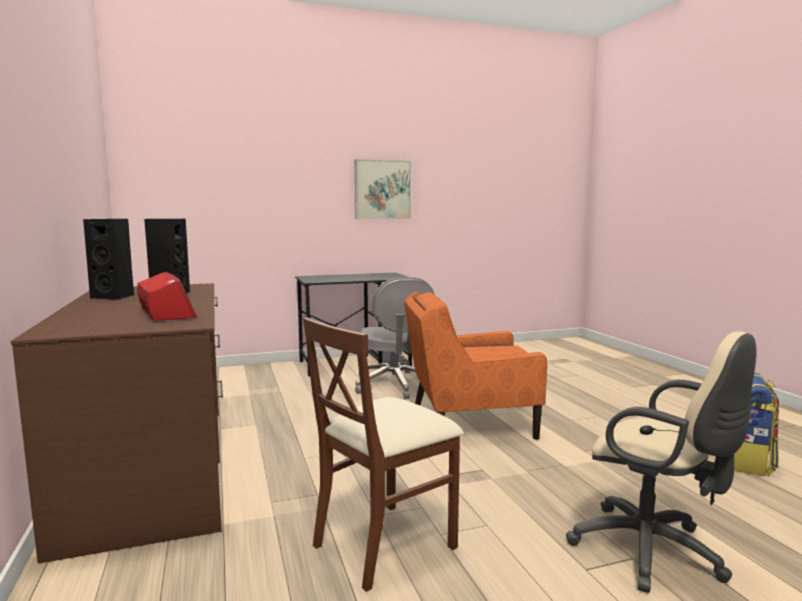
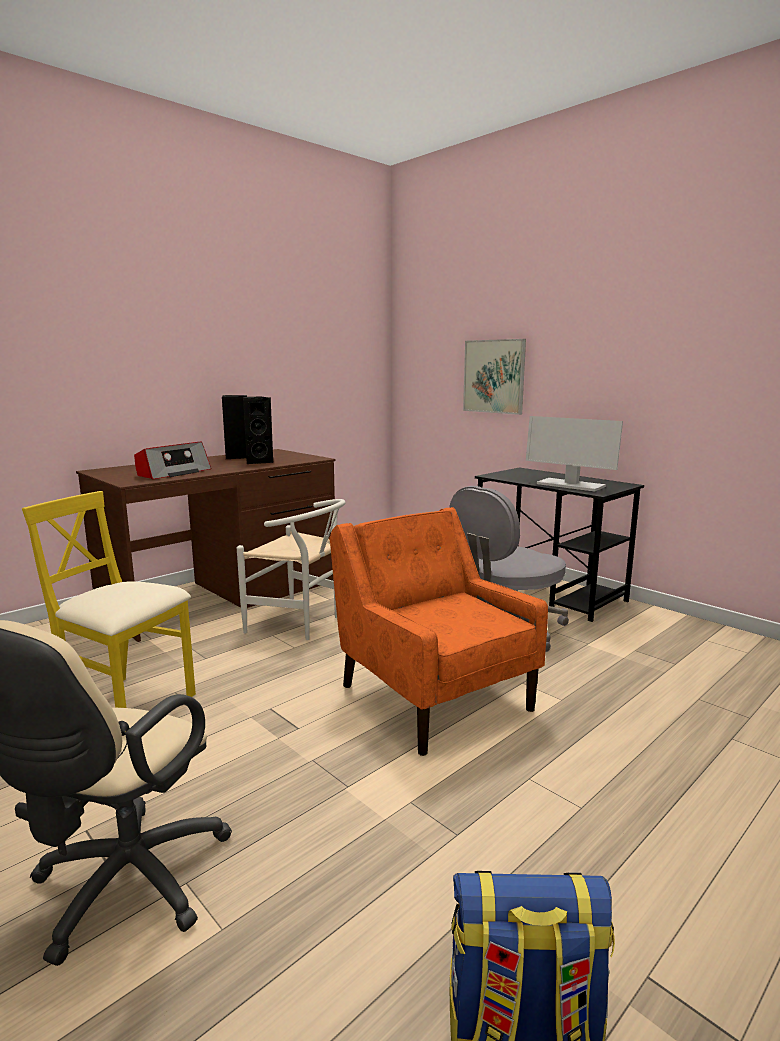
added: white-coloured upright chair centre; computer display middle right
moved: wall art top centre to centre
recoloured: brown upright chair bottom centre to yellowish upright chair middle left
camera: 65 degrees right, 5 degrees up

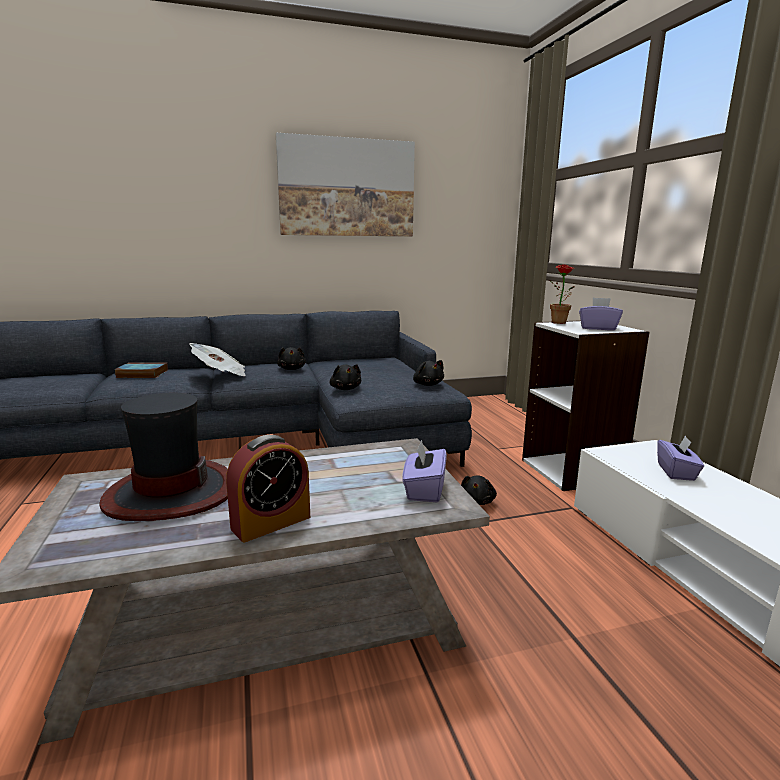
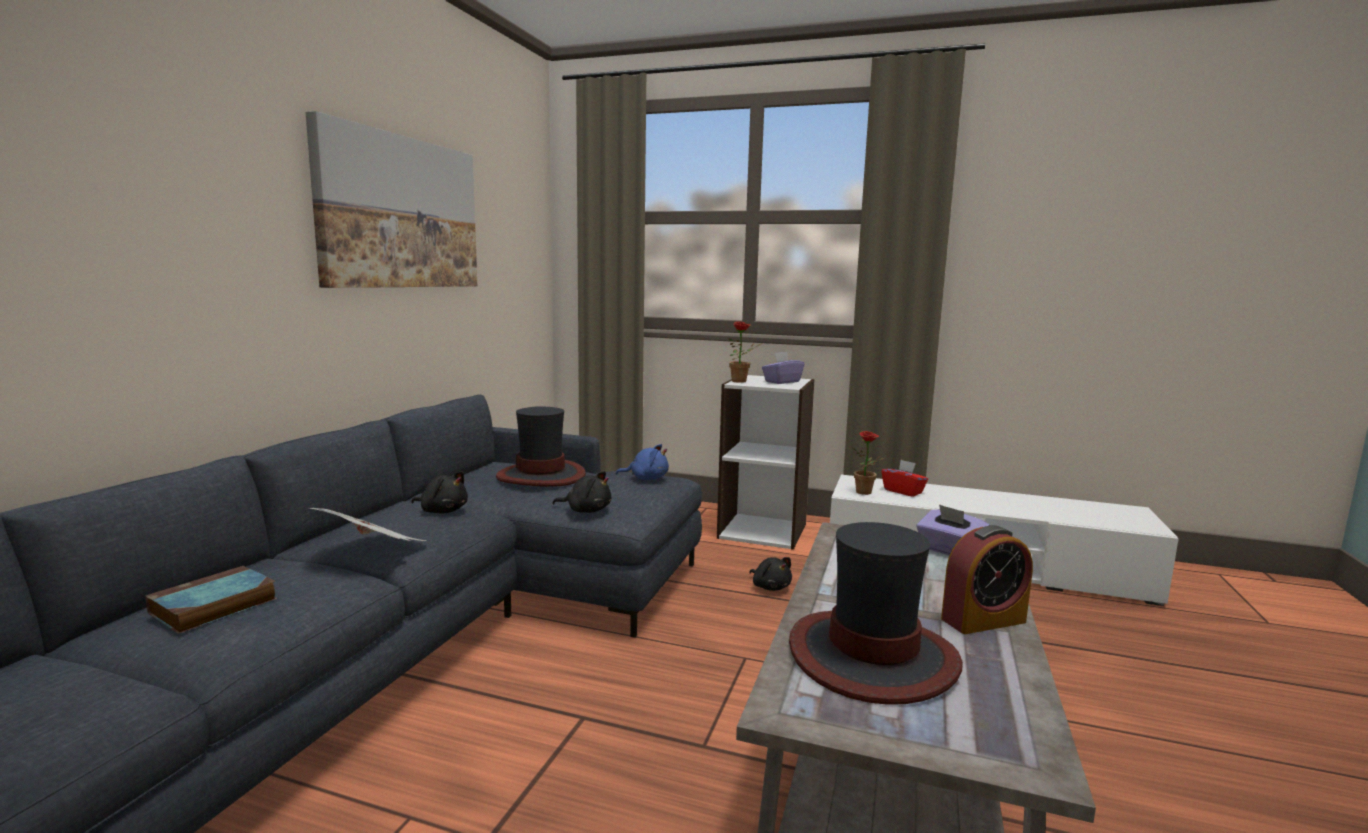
added: wearable hat (1st from left) centre; houseplant (2nd from left) centre
recoloured: blackish cuddly toy (3rd from left) centre to bluish cuddly toy centre; purplish tissue holder (3rd from left) middle right to reddish tissue holder centre
turned: alarm clock centre = bottom right 75 degrees clockwise
camera: 55 degrees left, 5 degrees down

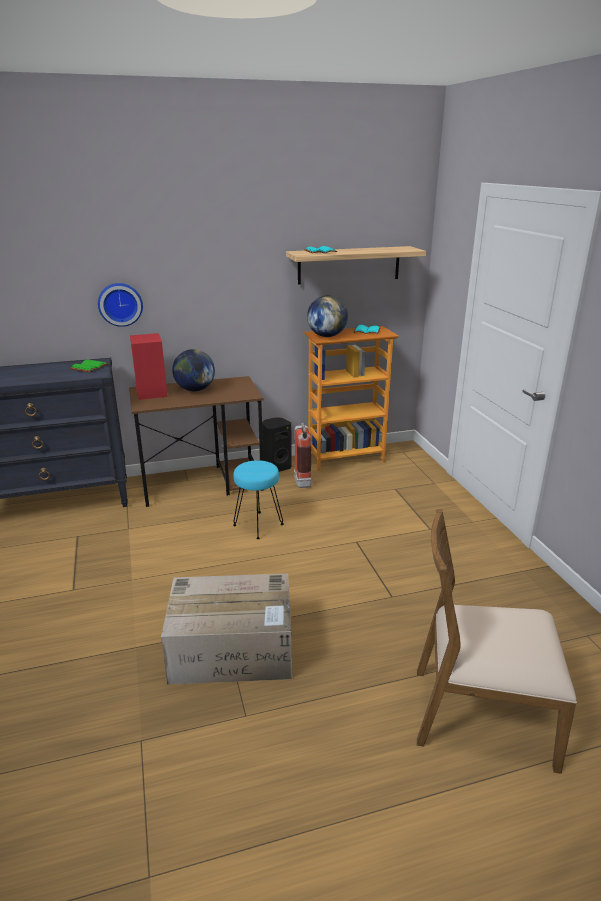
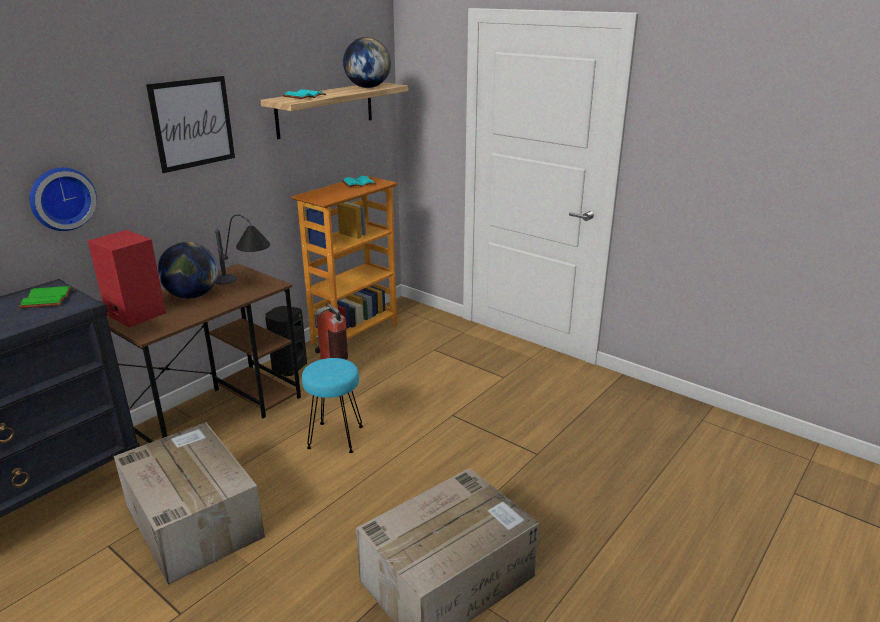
removed: brown upright chair bottom right
added: packing box (1st from left) bottom left; wall art top left; tabletop lamp middle left
moved: desk globe (2nd from left) centre to top centre
camera: 35 degrees left, 0 degrees up

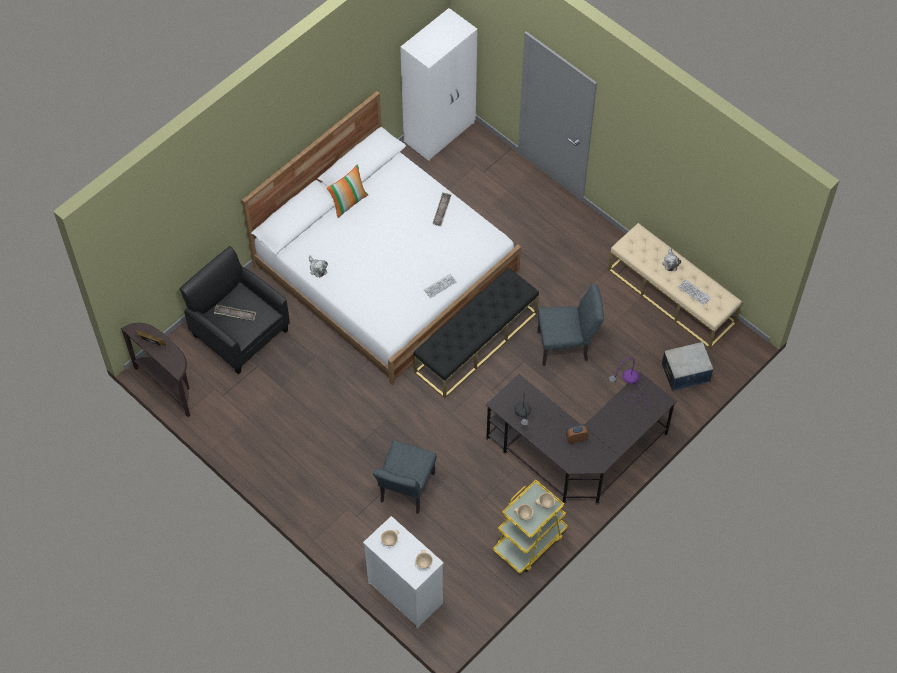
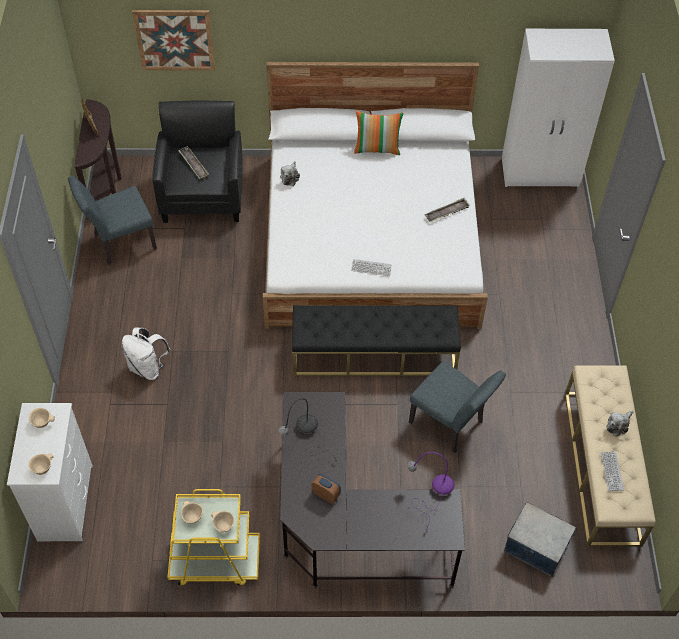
added: white-coloured rucksack middle left; wall art top left
moved: gray upright chair (1st from left) bottom centre to middle left
camera: 45 degrees right, 5 degrees down

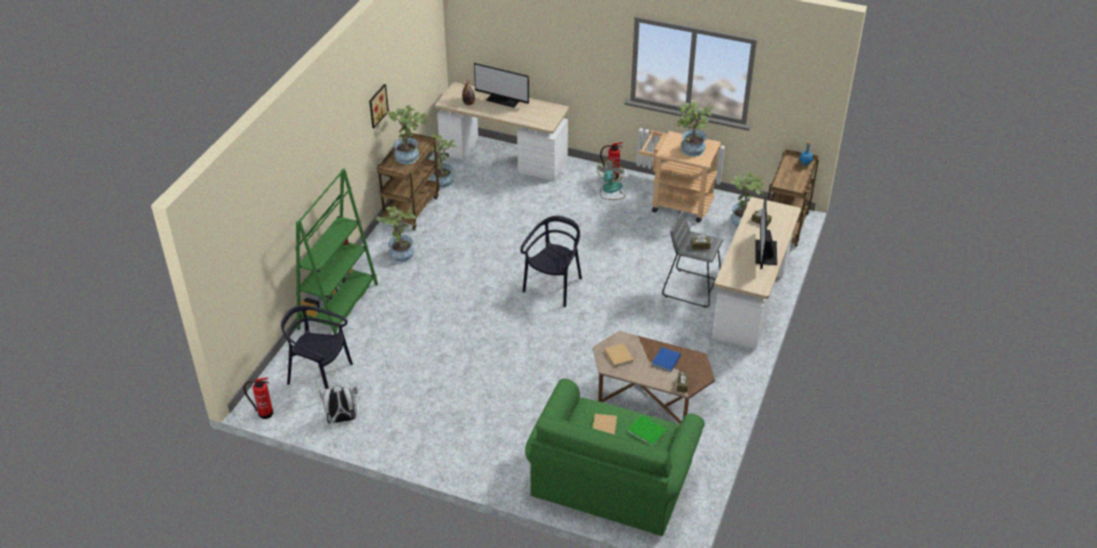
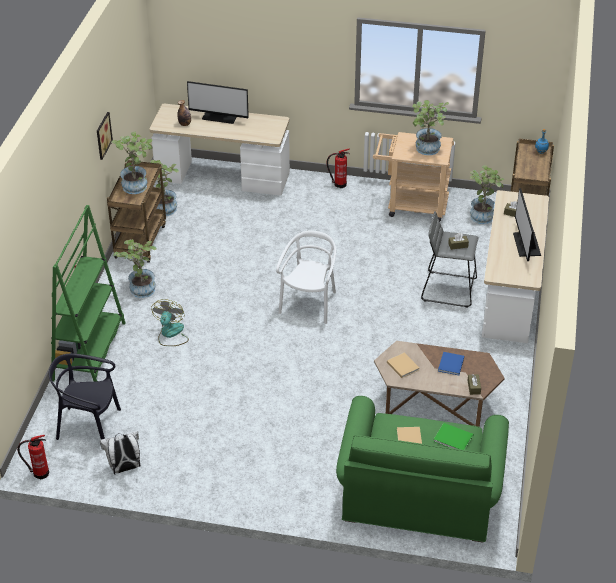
moved: cooling fan top centre to middle left
recoloured: blackish upright chair (2nd from left) centre to white-coloured upright chair centre
camera: 10 degrees left, 0 degrees up

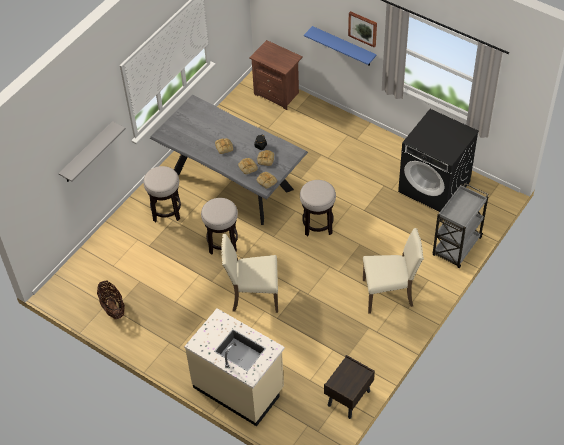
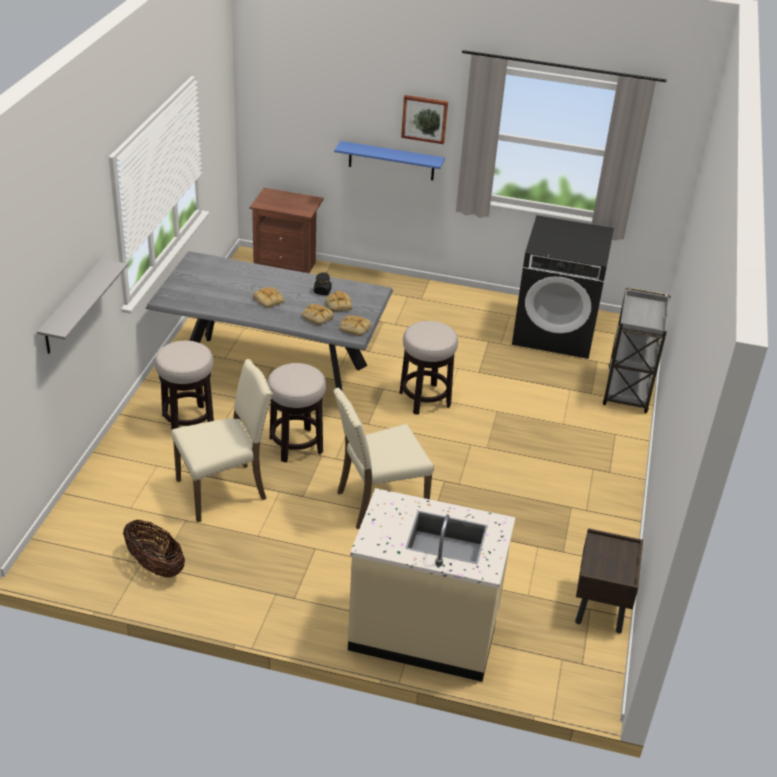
moved: beige-coloured upright chair (2nd from left in the first image) middle right to beige-coloured upright chair (1st from left) middle left
camera: 25 degrees left, 15 degrees down

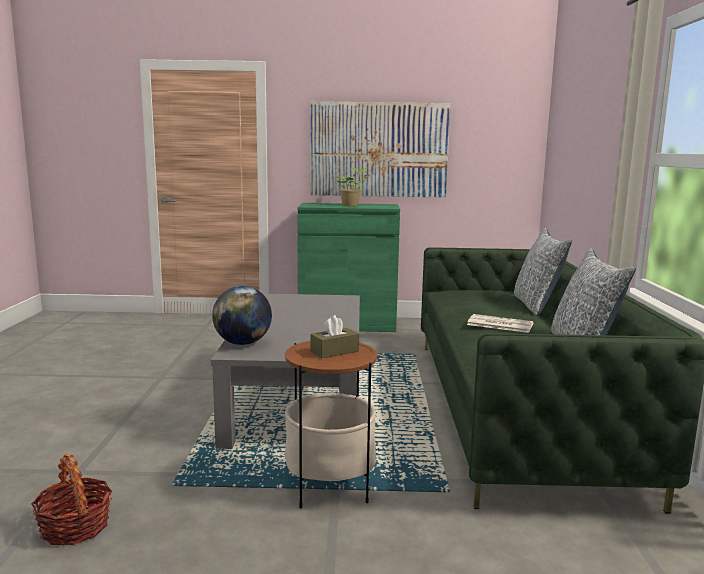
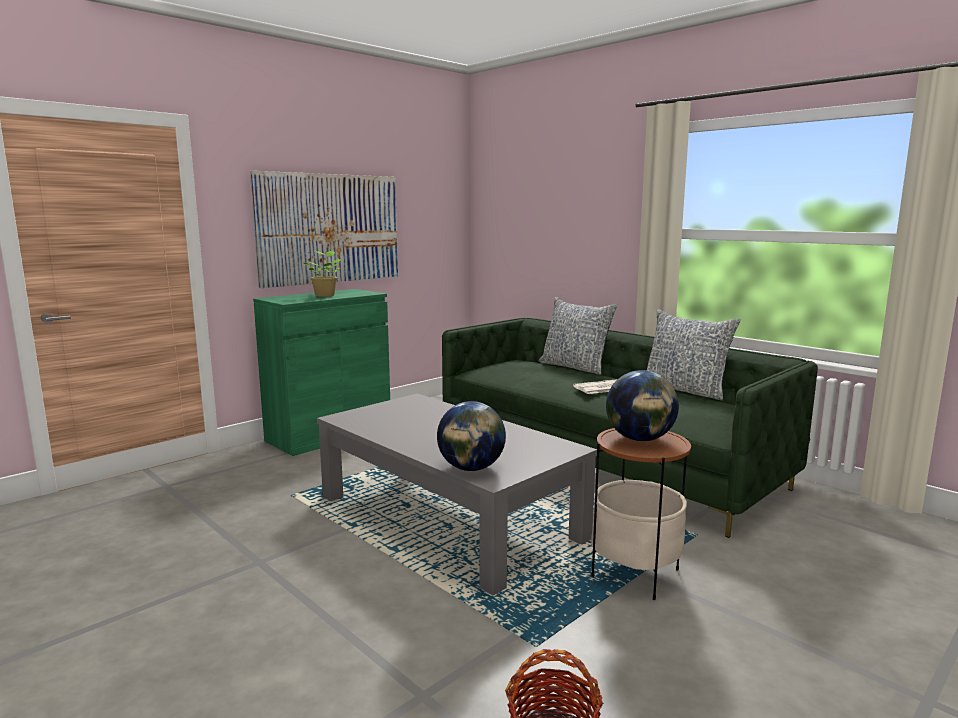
replaced: brown tissue holder centre to desk globe (2nd from left) middle right
camera: 45 degrees left, 0 degrees up

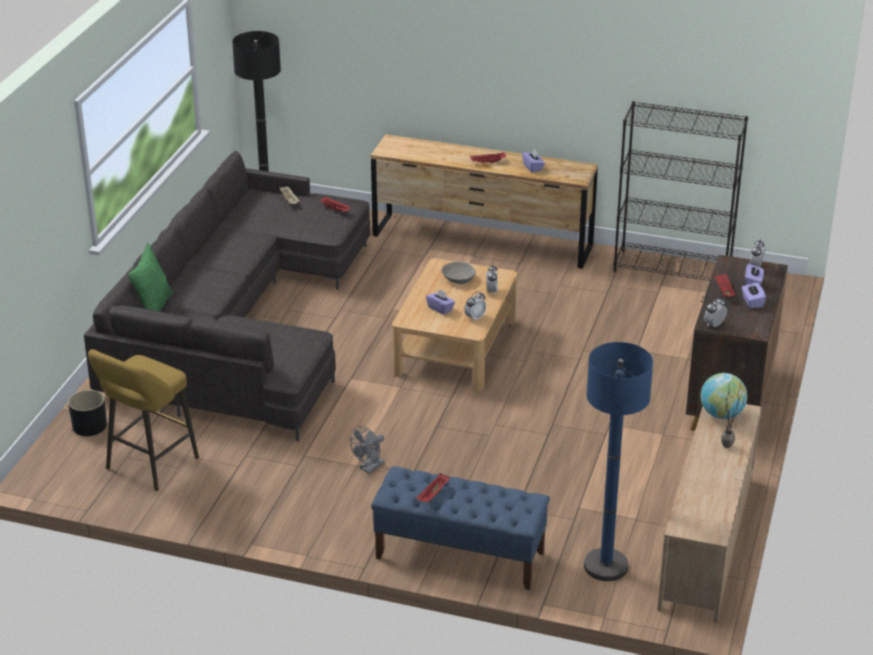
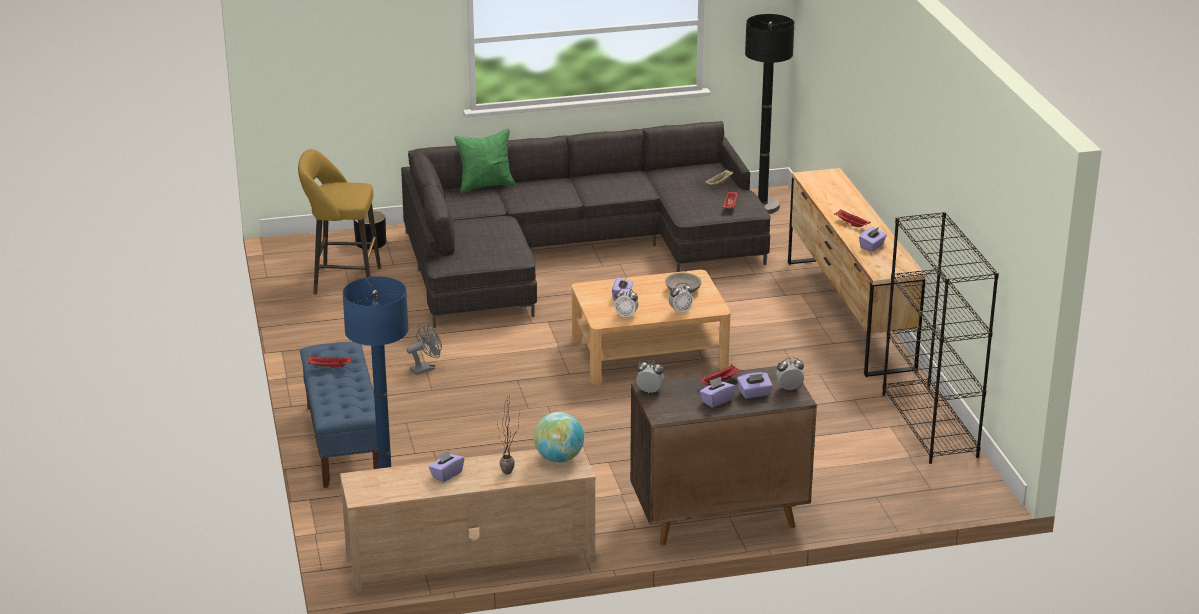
added: purplish tissue holder (1st from left) bottom centre
turned: gray cooling fan bottom centre = centre 135 degrees clockwise
camera: 60 degrees right, 5 degrees down

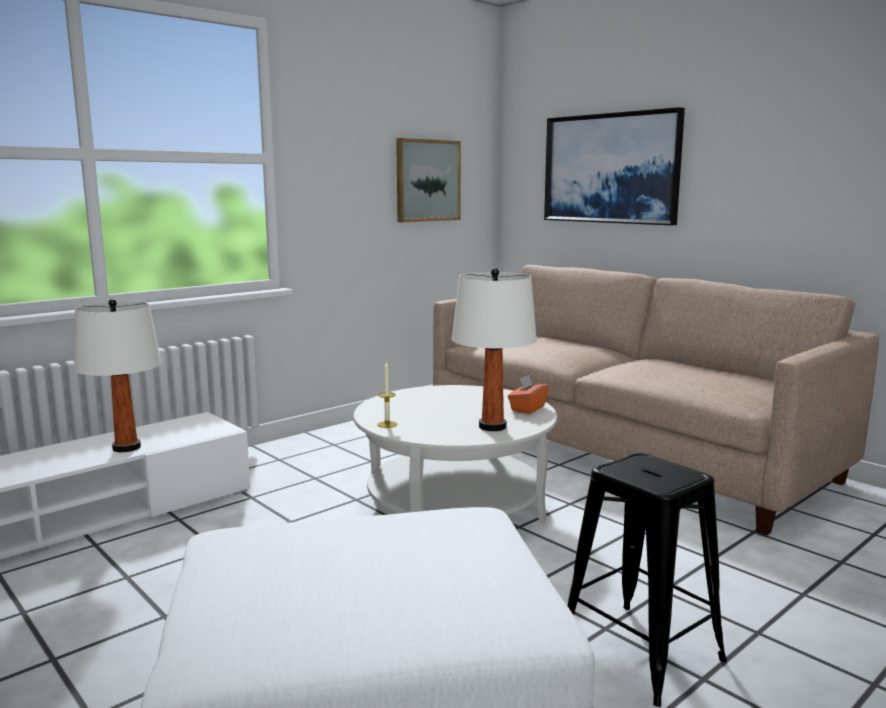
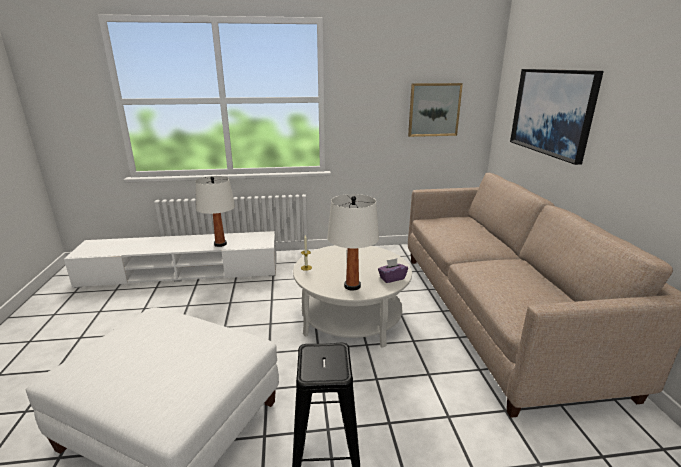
recoloured: orange-coloured tissue holder centre to purplish tissue holder centre
camera: 35 degrees right, 10 degrees up

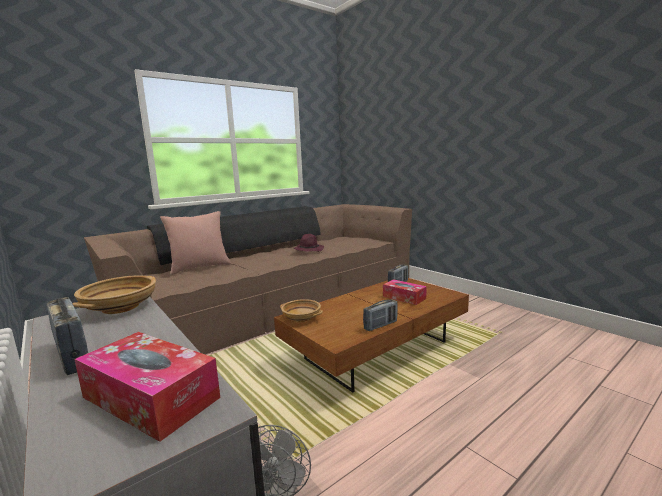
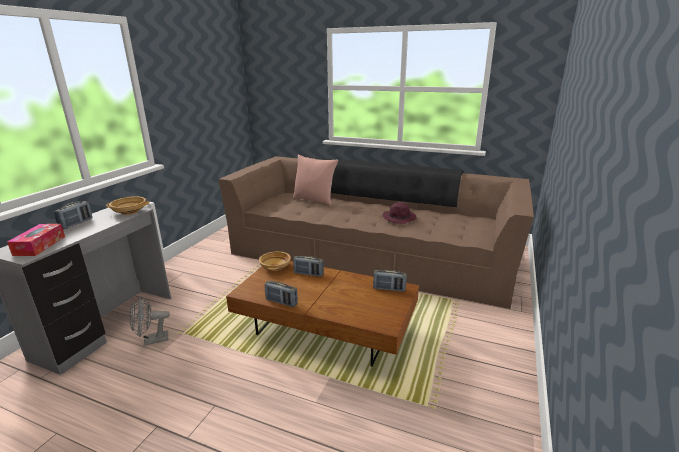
removed: tissue holder (2nd from left) centre
added: radio receiver (3rd from left) centre
camera: 60 degrees right, 10 degrees up

